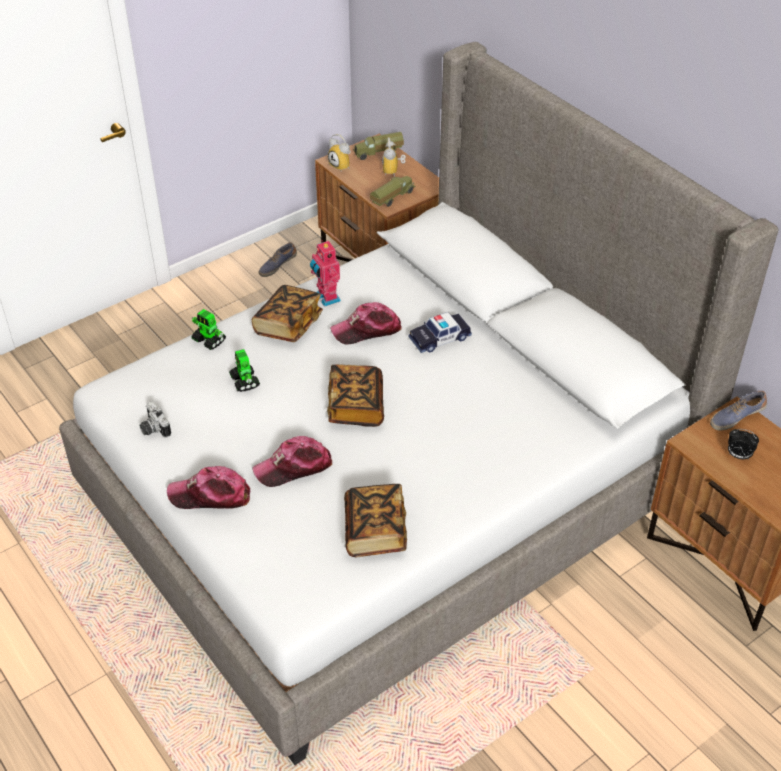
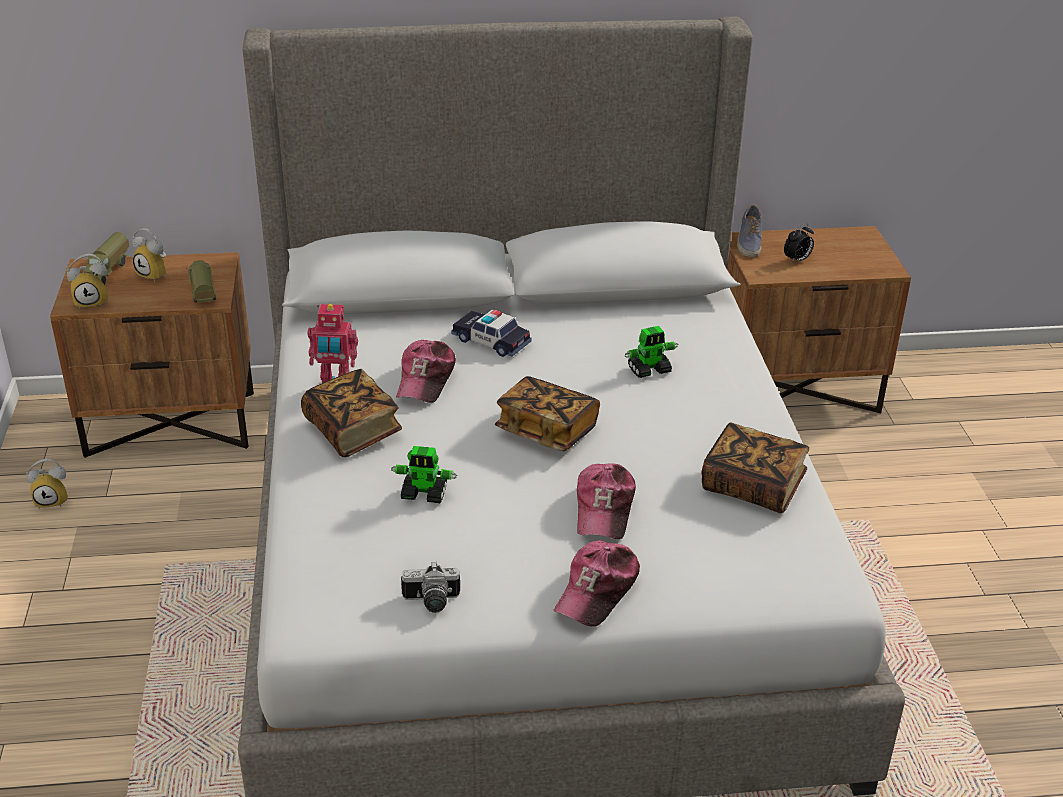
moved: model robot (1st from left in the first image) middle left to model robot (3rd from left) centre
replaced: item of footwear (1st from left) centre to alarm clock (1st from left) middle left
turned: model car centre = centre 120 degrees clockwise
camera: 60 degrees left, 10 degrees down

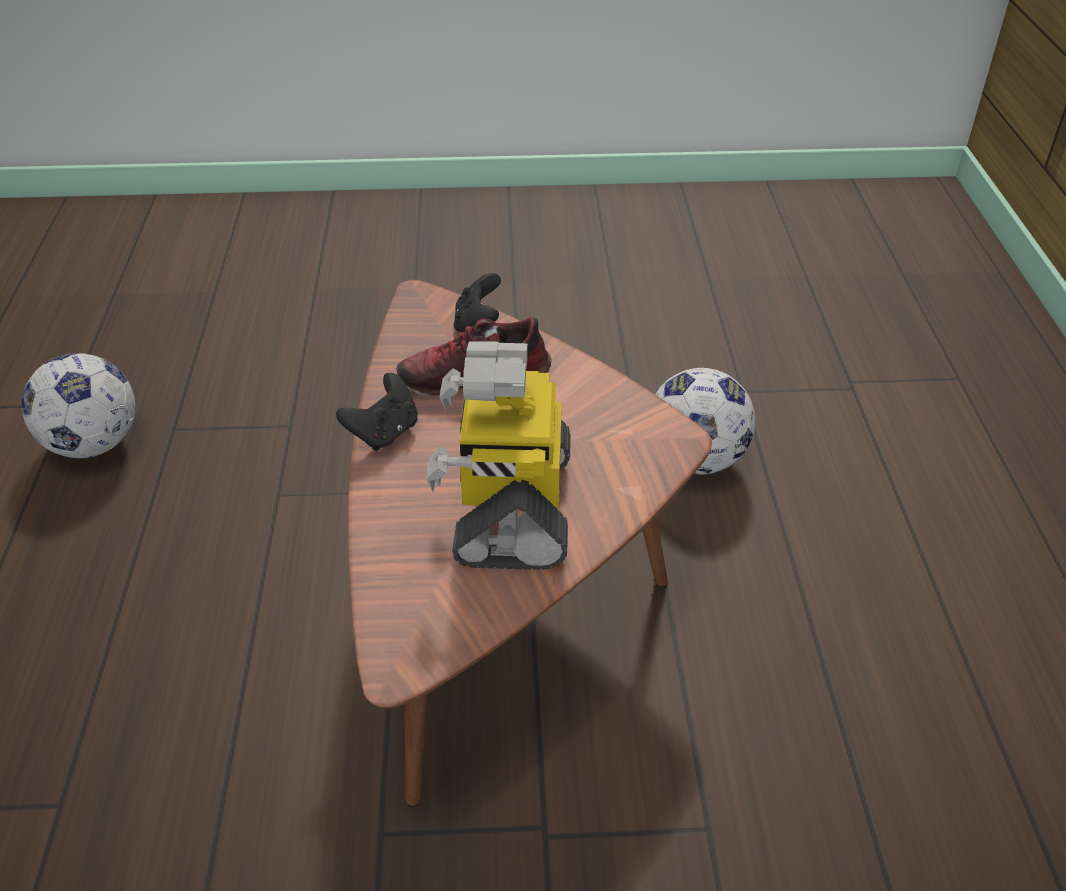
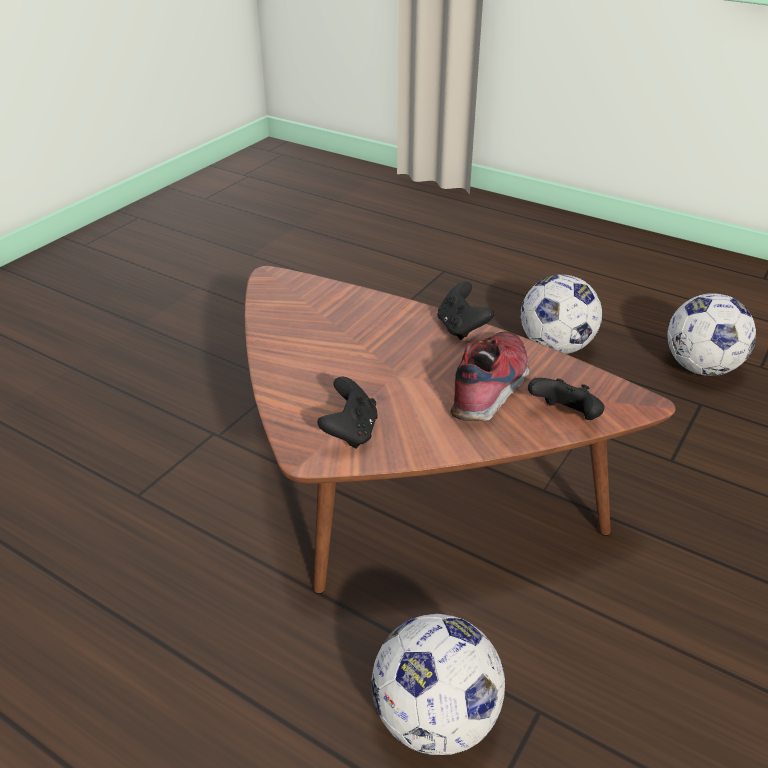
removed: model robot centre
added: blackish gamepad (1st from left) centre; ball for football (2nd from left) middle right
camera: 125 degrees right, 5 degrees down

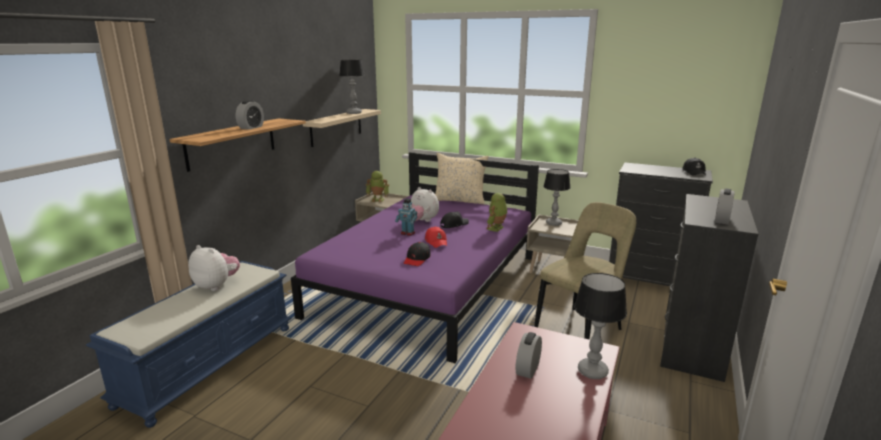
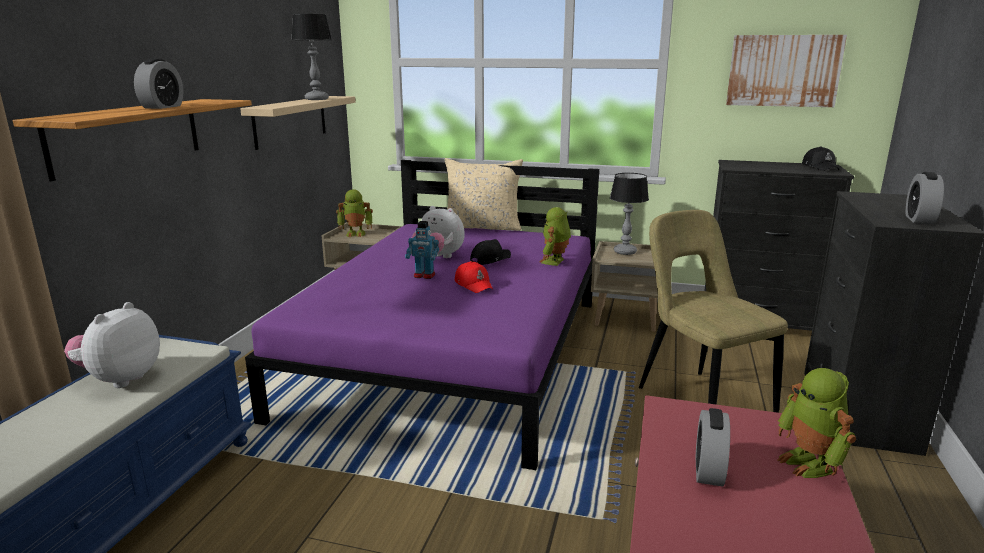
removed: blackish peaked cap (1st from left) centre
added: wall art top right
replaced: tabletop lamp (3rd from left) bottom right to model robot (4th from left) bottom right
turned: cuddly toy (1st from left) middle left = middle left 90 degrees counterclockwise; beige-coloured upright chair centre = middle right 60 degrees counterclockwise
camera: 10 degrees left, 0 degrees up

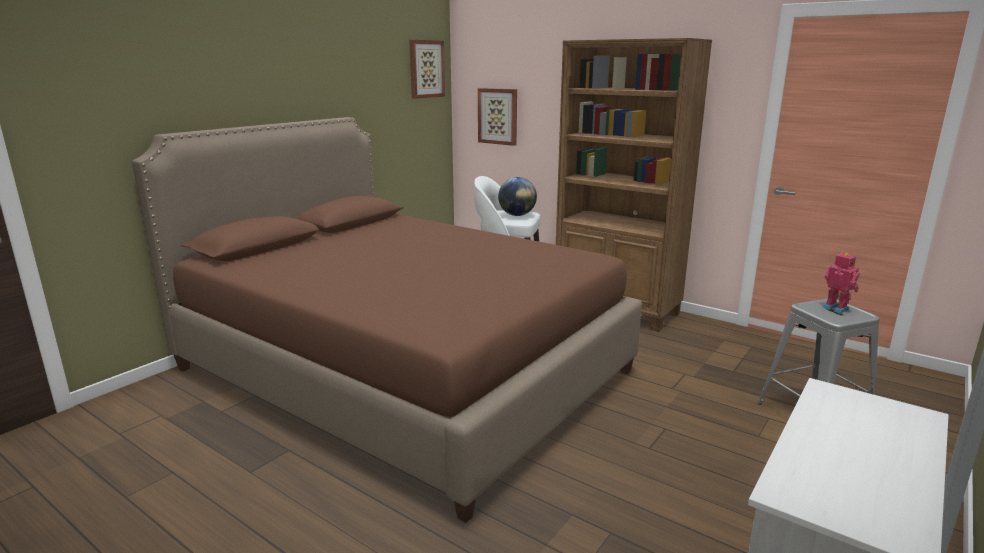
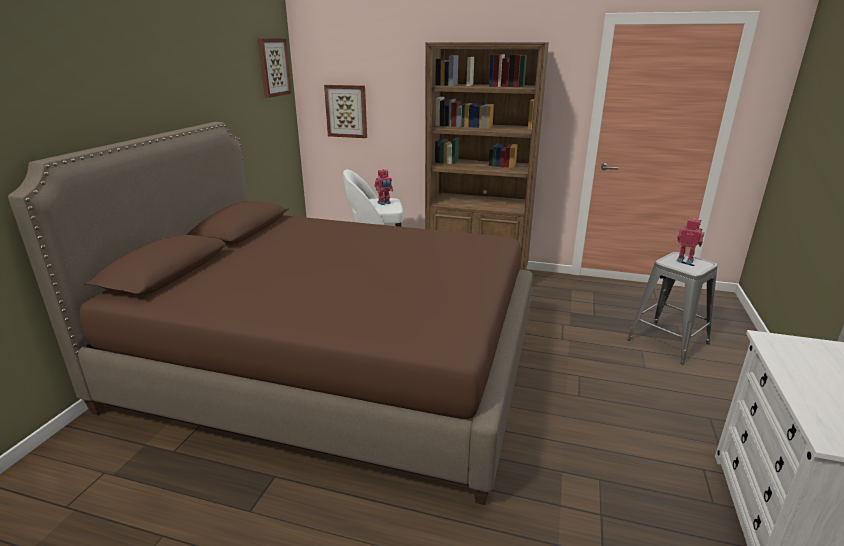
replaced: desk globe centre to model robot (1st from left) centre
camera: 20 degrees left, 5 degrees up

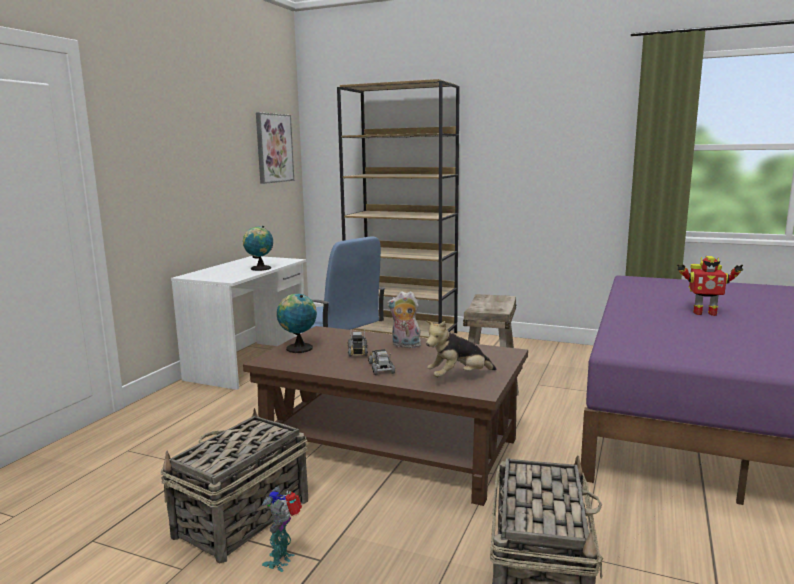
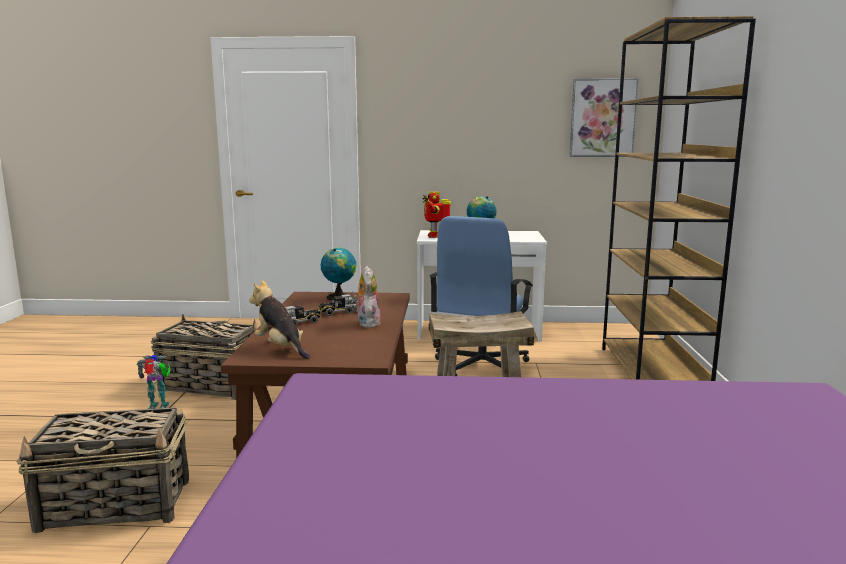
moved: model robot (2nd from left) middle right to centre
camera: 70 degrees right, 0 degrees up

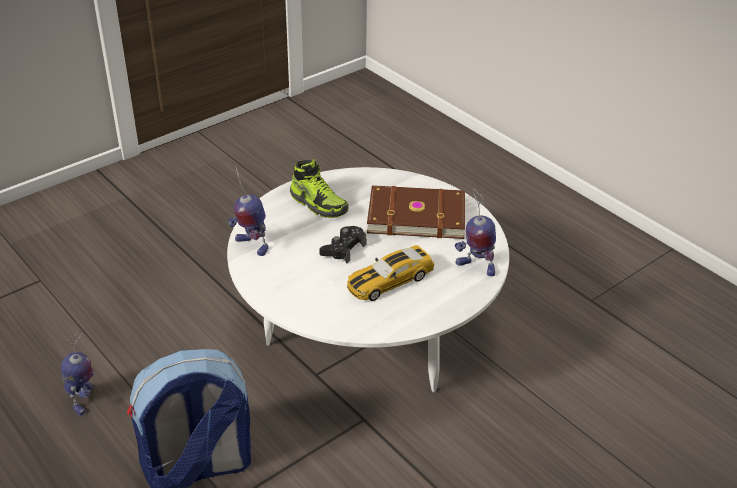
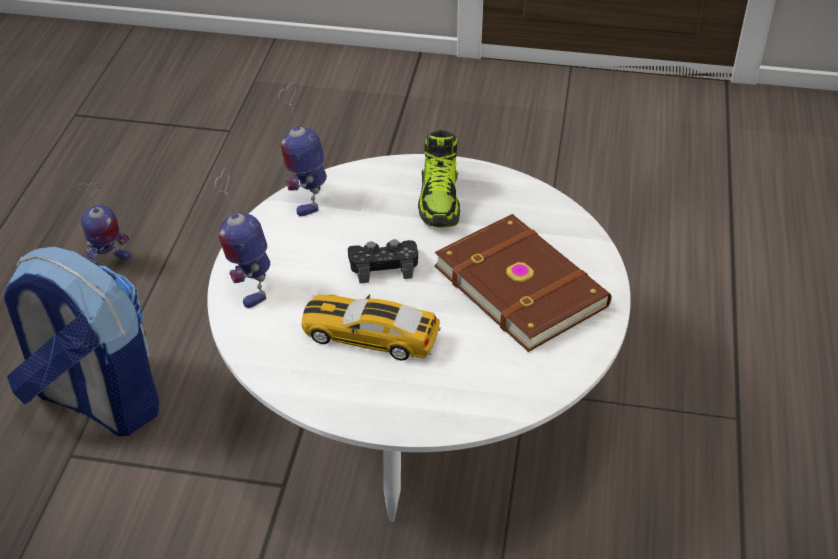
moved: model robot (3rd from left in the first image) centre to model robot (2nd from left) middle left
camera: 50 degrees right, 5 degrees up

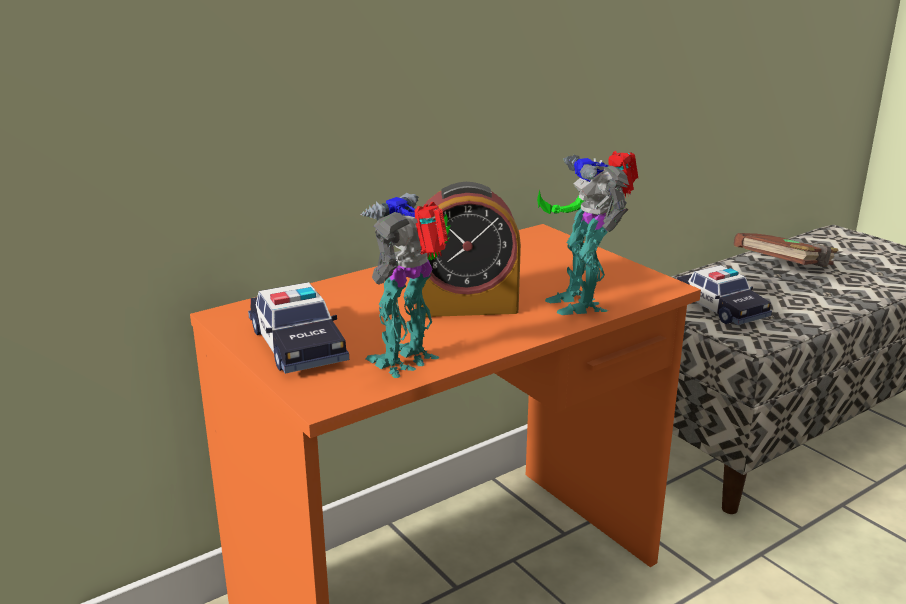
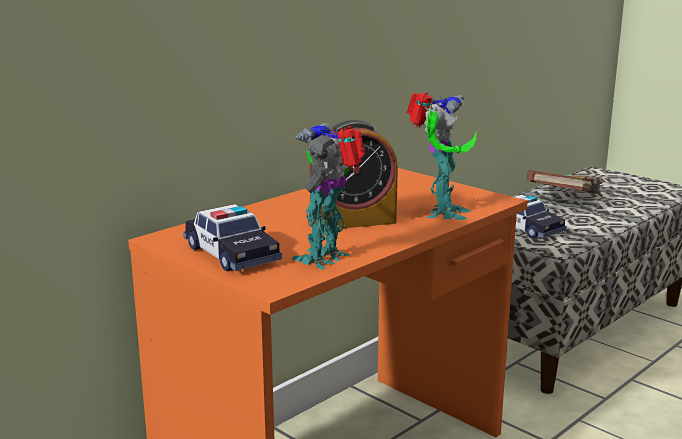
turned: model robot (2nd from left) centre = centre 135 degrees counterclockwise
camera: 10 degrees left, 5 degrees down

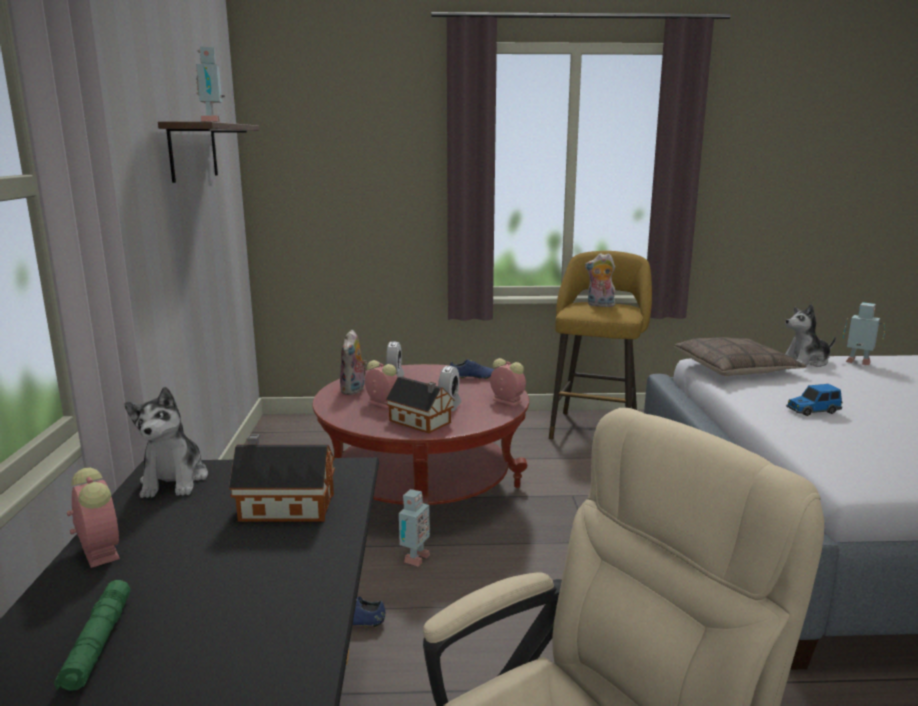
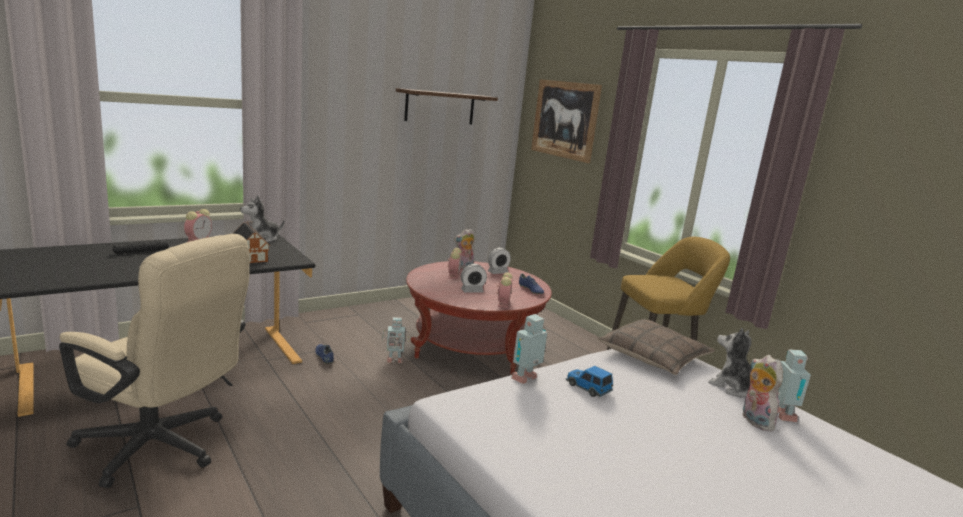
removed: miniature house (2nd from left) centre
added: wall art top centre
moved: model robot (1st from left in the first image) top left to model robot (2nd from left) bottom centre; cuddly toy (3rd from left in the first image) centre to cuddly toy (4th from left) bottom right
recoloured: greenish torch bottom left to blackish torch middle left
camera: 55 degrees right, 0 degrees up

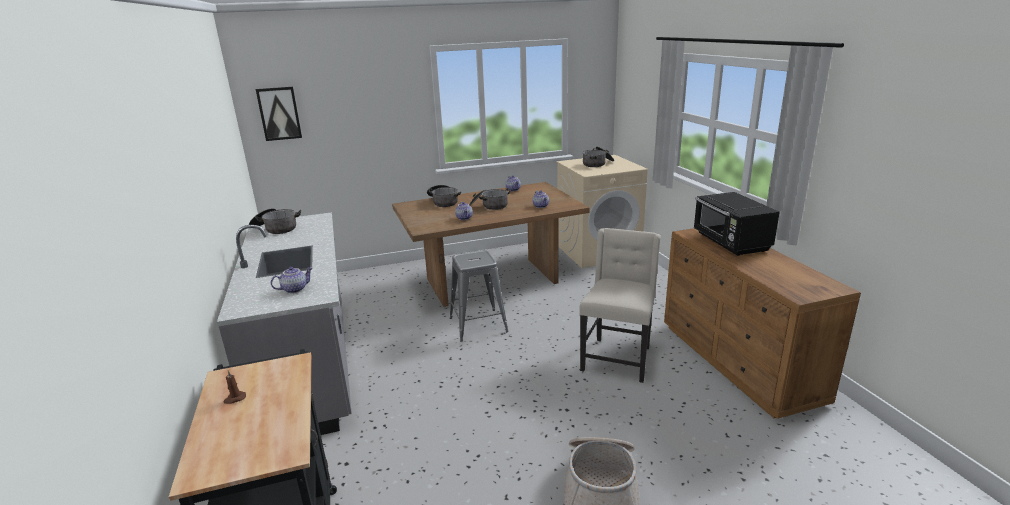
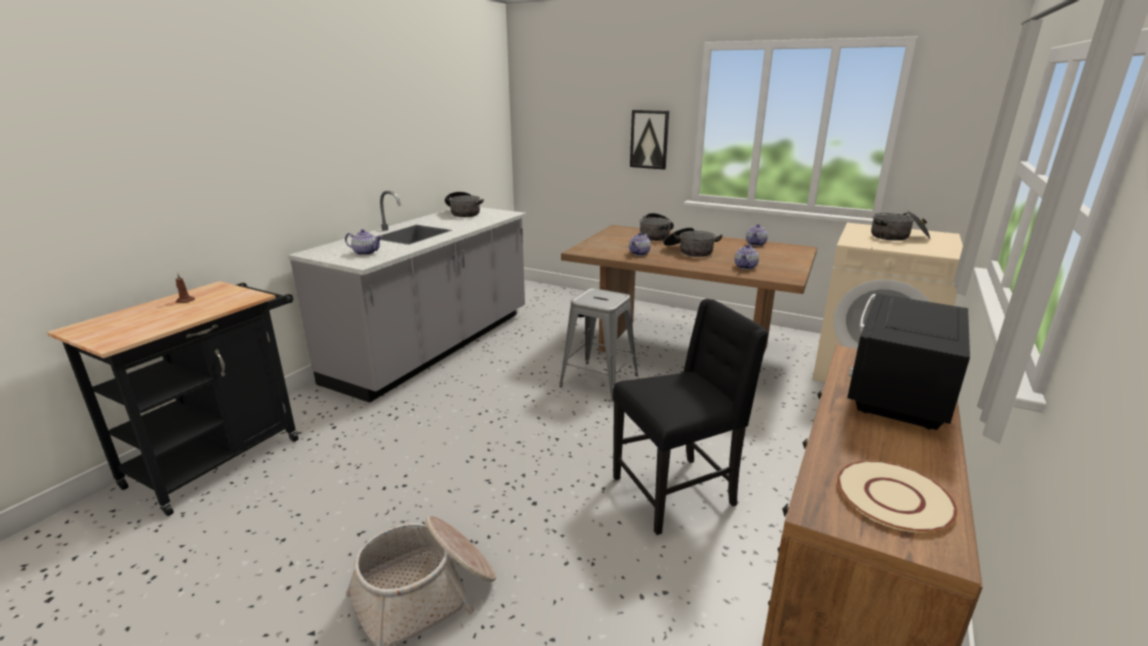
added: beige-coloured flat dish bottom right
moved: wall art top left to top centre
recoloured: beige-coloured upright chair centre to blackish upright chair centre
camera: 45 degrees right, 0 degrees up

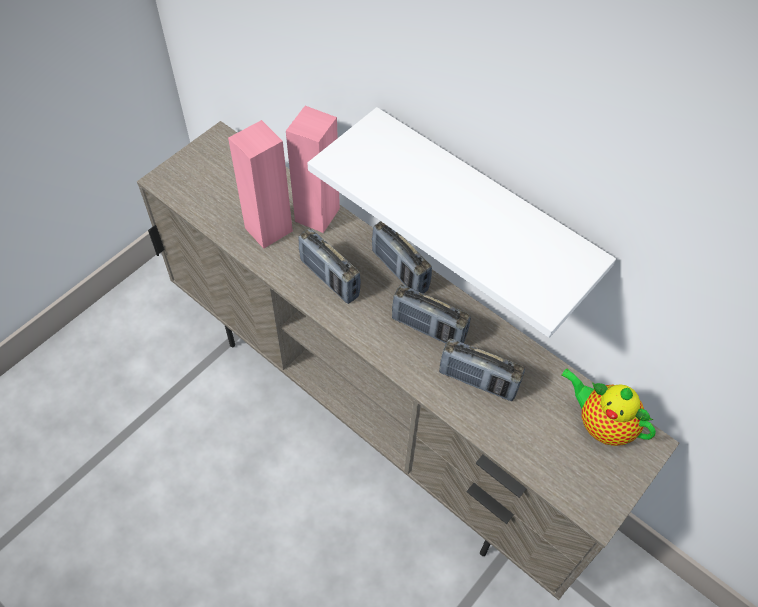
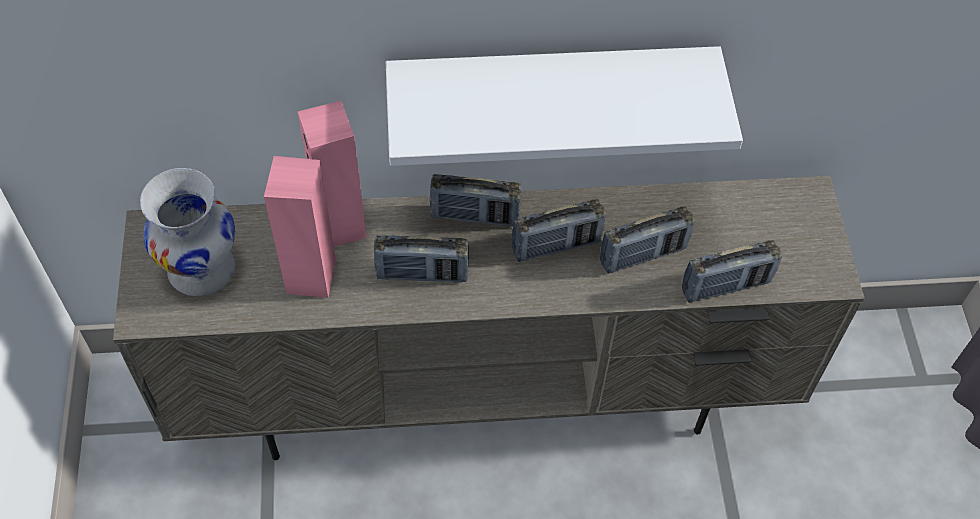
removed: teapot bottom right
added: white-coloured flower vase middle left; radio receiver (5th from left) middle right
camera: 45 degrees left, 0 degrees up

